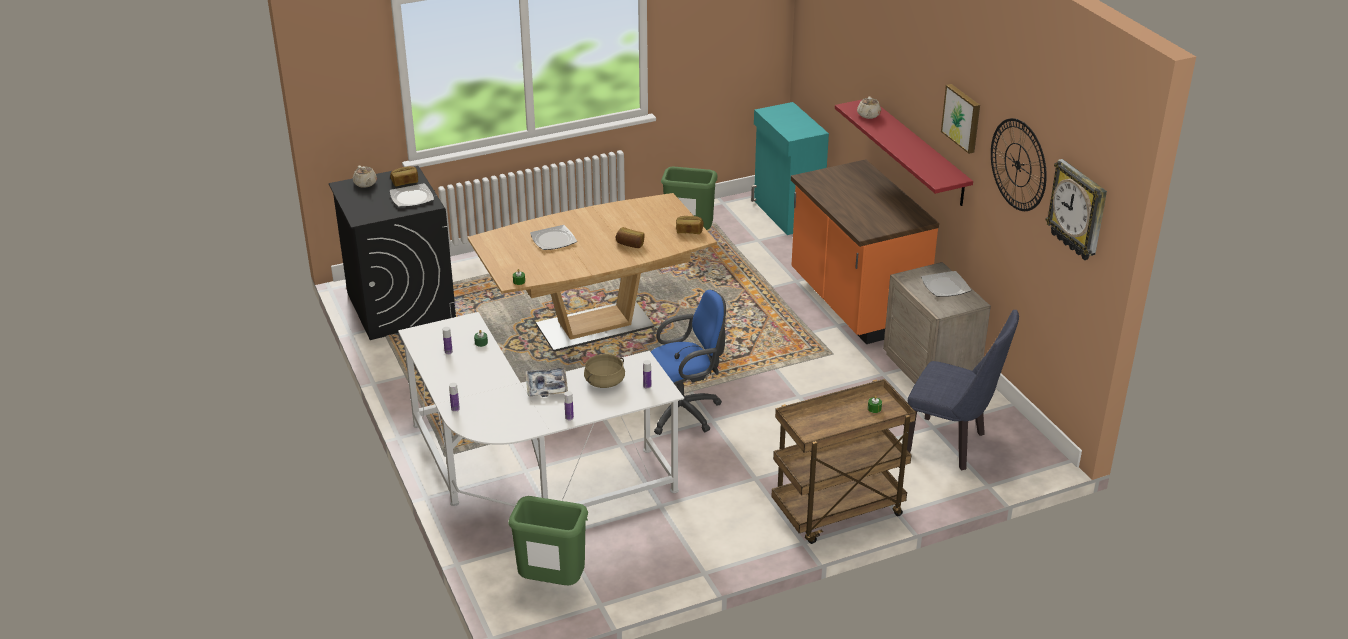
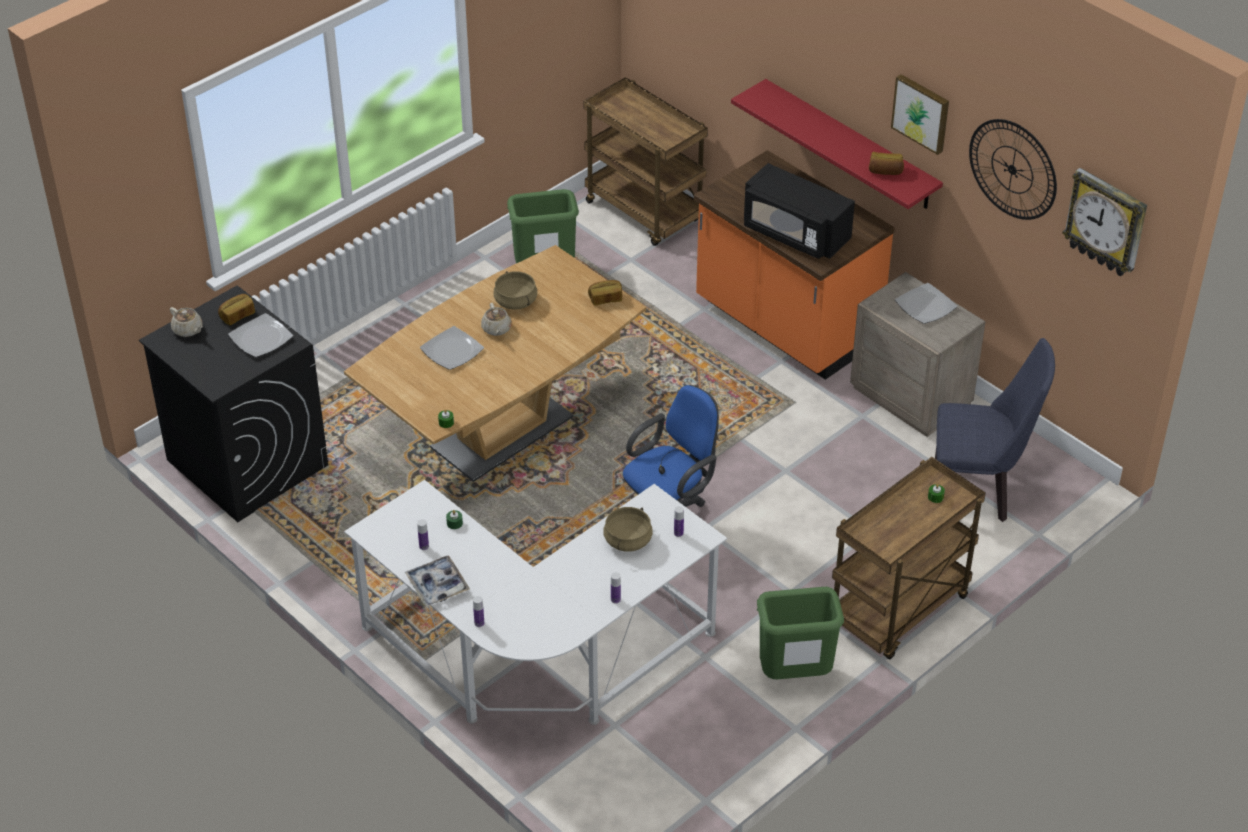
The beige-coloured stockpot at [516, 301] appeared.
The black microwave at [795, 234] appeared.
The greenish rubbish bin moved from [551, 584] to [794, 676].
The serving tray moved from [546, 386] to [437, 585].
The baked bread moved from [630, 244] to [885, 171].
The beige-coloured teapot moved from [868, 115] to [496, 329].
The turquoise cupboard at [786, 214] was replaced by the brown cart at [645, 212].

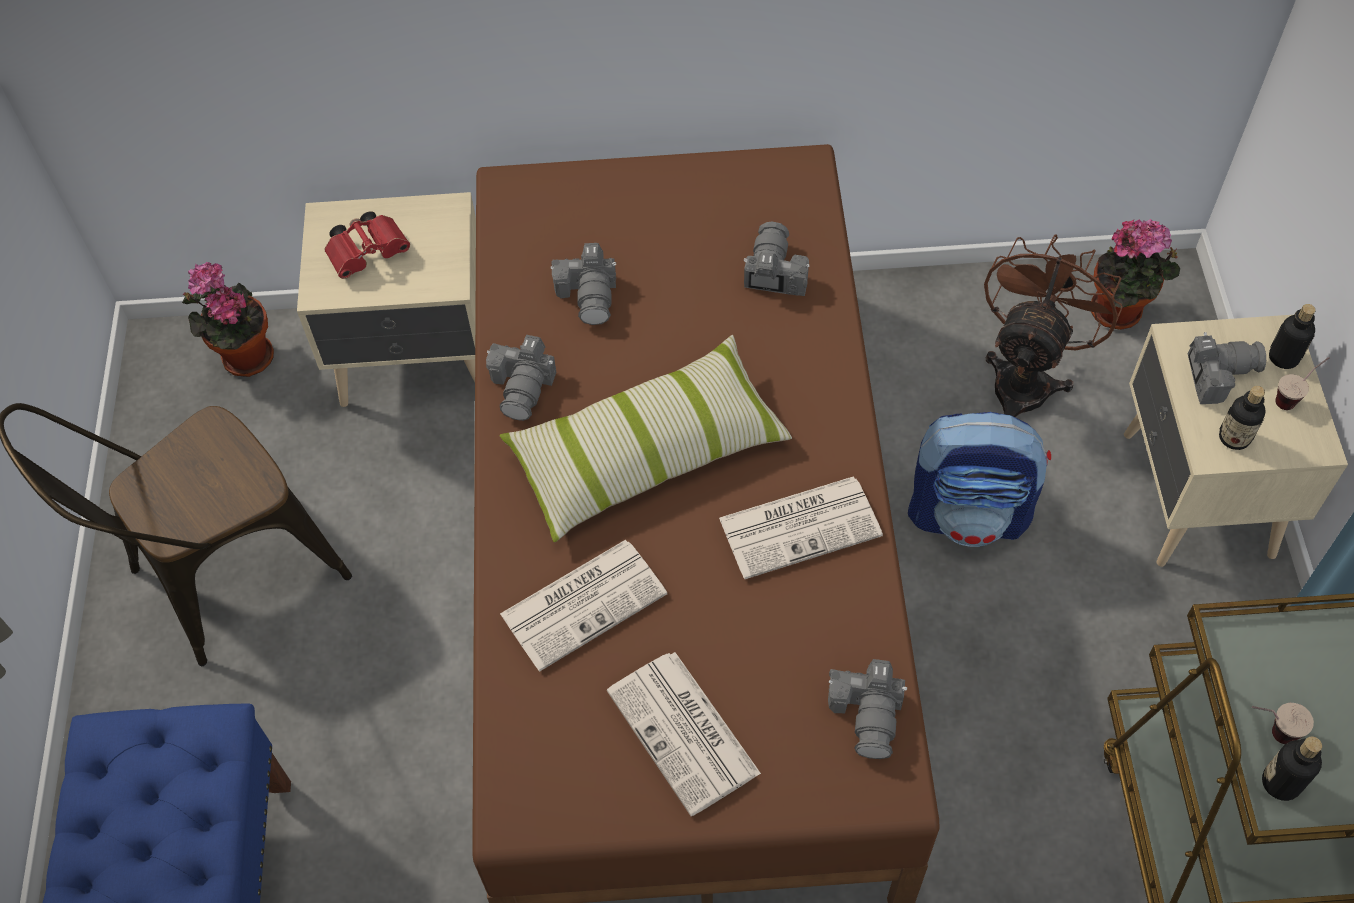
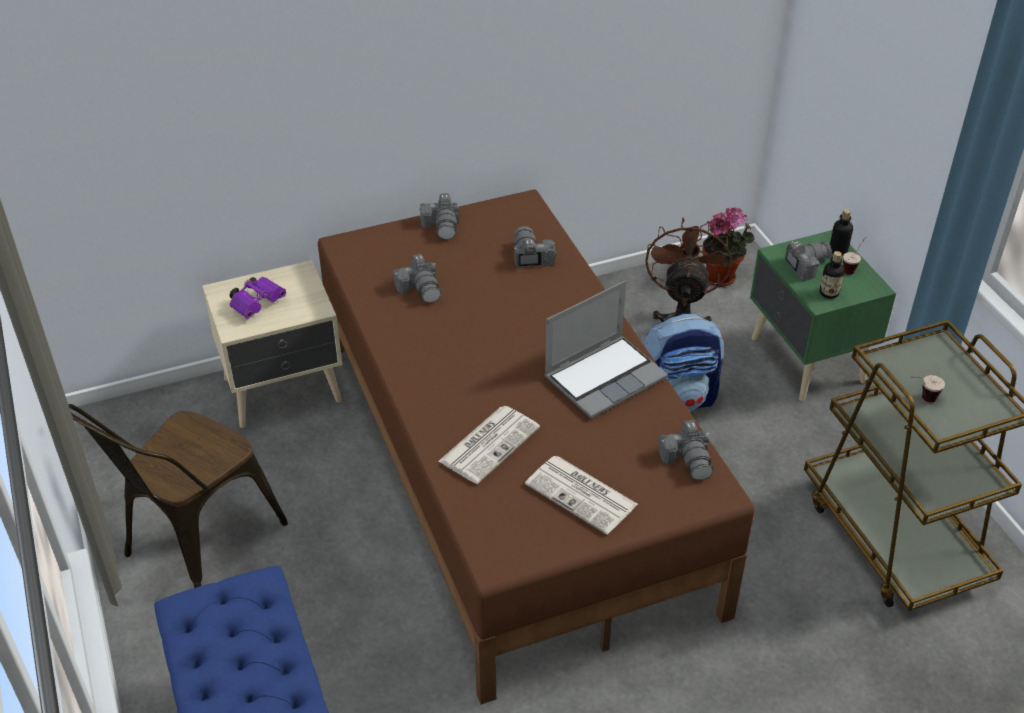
The potted plant at [243, 355] disappeared.
The throw pillow at [647, 453] disappeared.
The bottle at [1281, 782] disappeared.
The photo camera moved from [523, 386] to [442, 226].
The daily paper at [801, 526] was replaced by the notebook computer at [605, 377].
The red-coloured pair of binoculars at [370, 253] became the purple-coloured pair of binoculars at [258, 303].
The beige-coloured nightstand at [1194, 497] became the greenish nightstand at [806, 362].

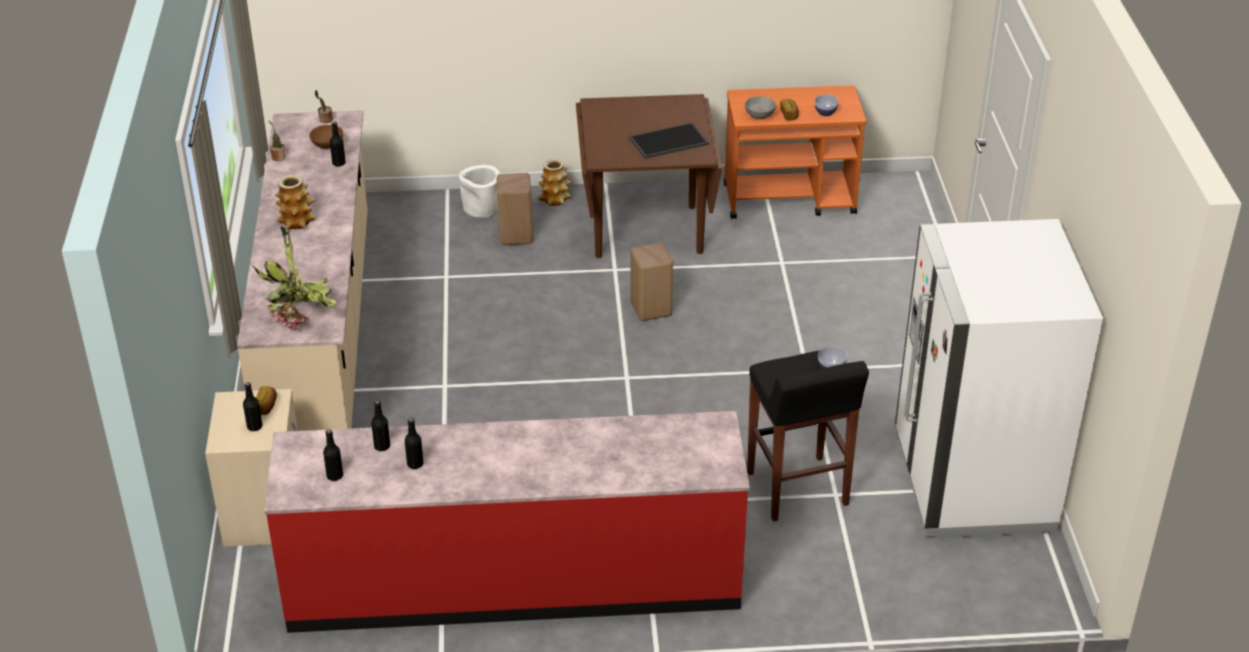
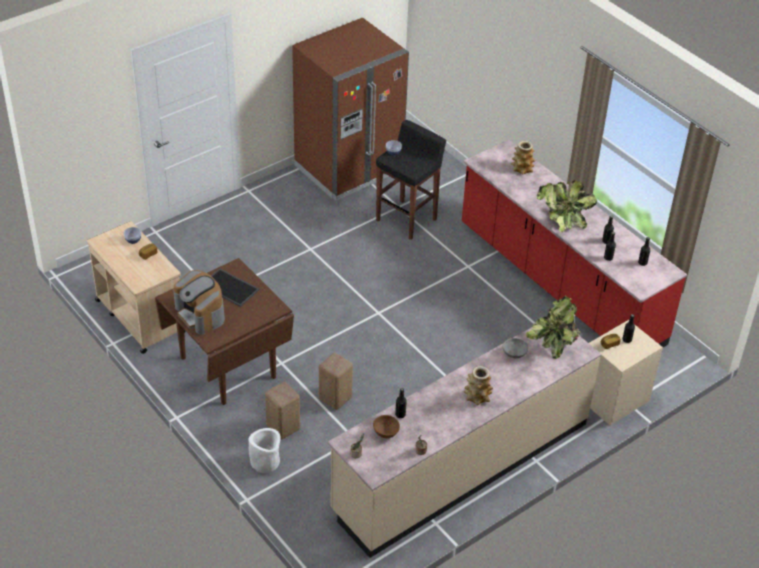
The coffee brewer at [201, 314] appeared.
The potted plant at [561, 221] appeared.
The vase moved from [555, 199] to [522, 169].
The beige-coloured stool seat moved from [650, 310] to [336, 398].
The grey serving bowl moved from [759, 116] to [514, 355].
The orange-coloured cart at [790, 199] became the beige-coloured cart at [139, 316].
The whitish fridge at [972, 482] became the brown fridge at [348, 169].

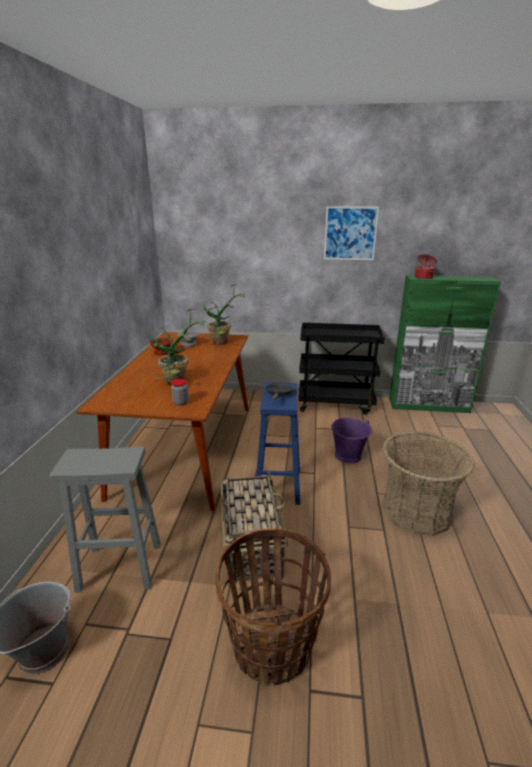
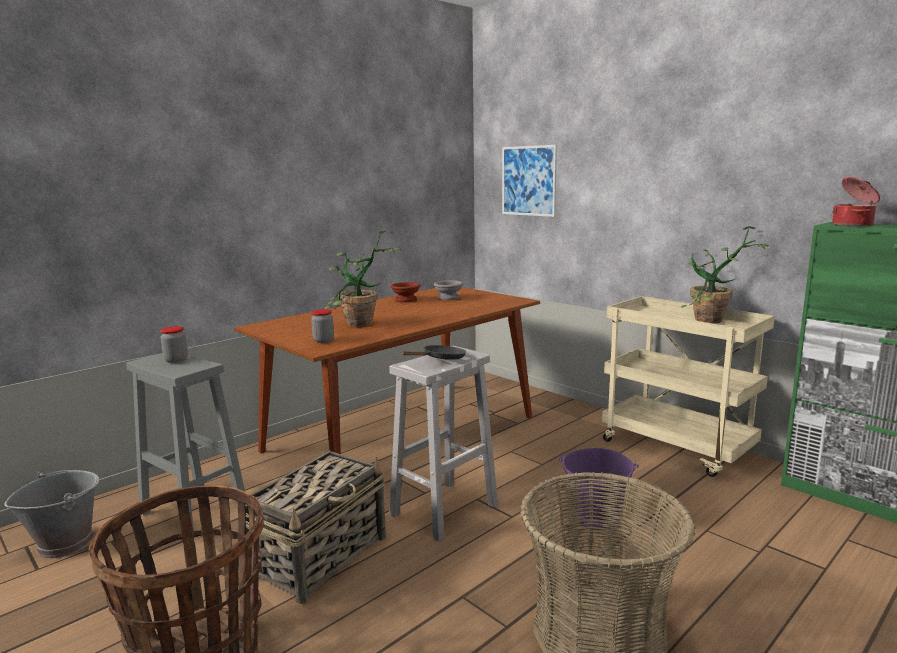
The jar at [176, 360] appeared.
The potted plant moved from [222, 343] to [713, 322].
The picture moved from [350, 233] to [528, 181].
The blue-coloured stool seat at [278, 486] became the whitish stool seat at [443, 510].
The black cart at [336, 404] became the beige-coloured cart at [678, 448].

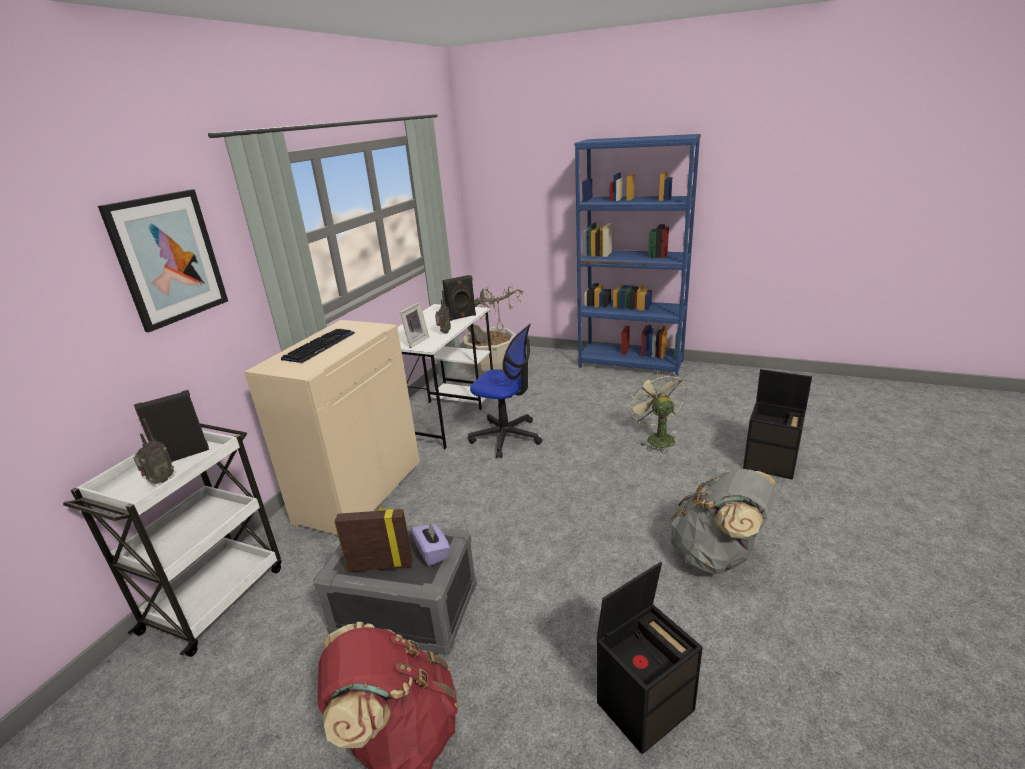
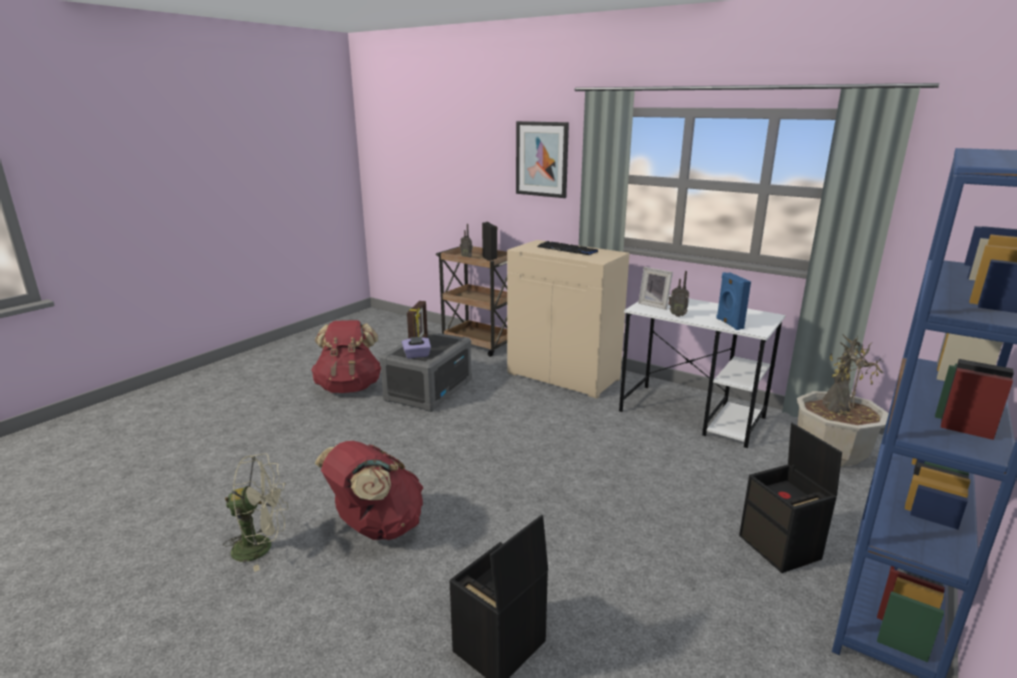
The office chair at [506, 437] disappeared.
The black storage container moved from [645, 704] to [781, 548].
The beige-coloured fan moved from [656, 438] to [261, 547].
The whitish cart at [216, 597] became the brown cart at [479, 344].
The black audio speaker at [462, 317] became the blue-coloured audio speaker at [728, 323].
The grey backpack at [717, 555] became the red-coloured backpack at [376, 527].

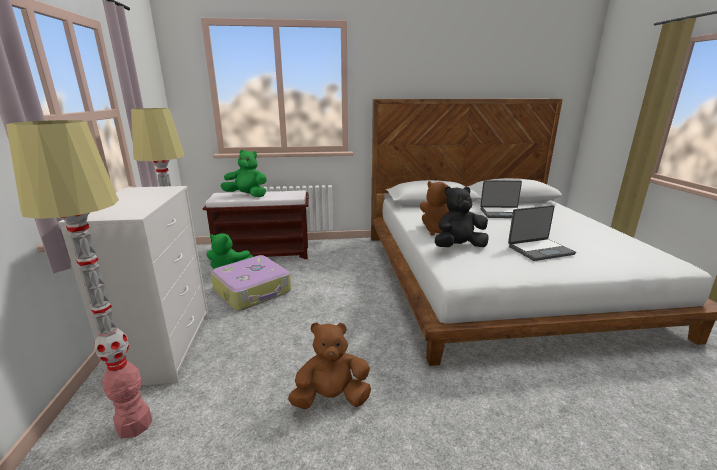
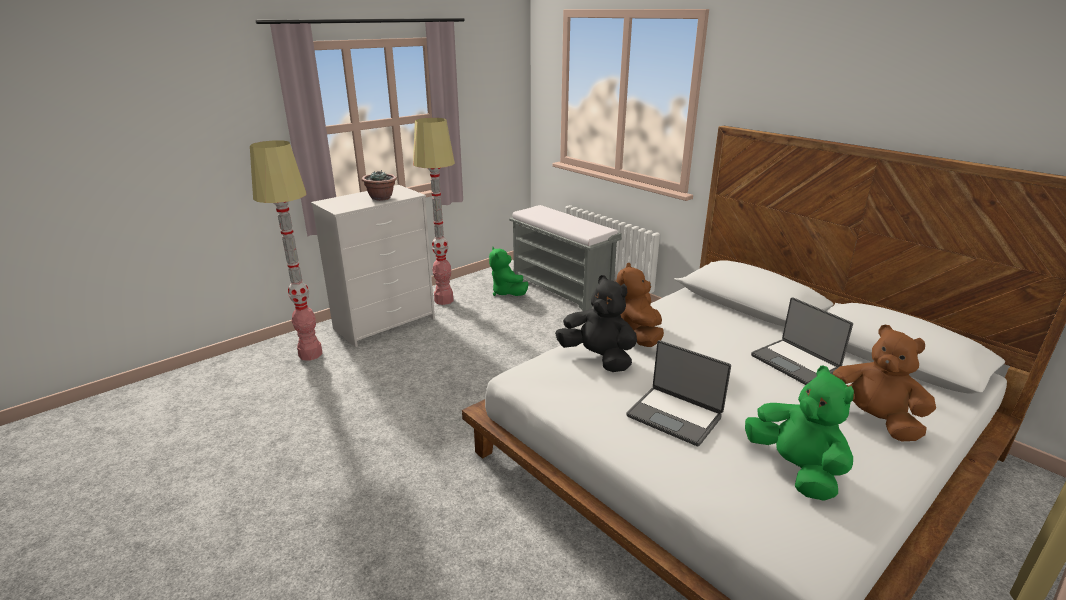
The piece of luggage at [253, 291] disappeared.
The potted plant at [381, 198] appeared.
The greenish soft toy moved from [247, 195] to [795, 469].
The brown soft toy moved from [332, 398] to [871, 420].
The brown indoor bench at [264, 254] became the grey indoor bench at [562, 289].

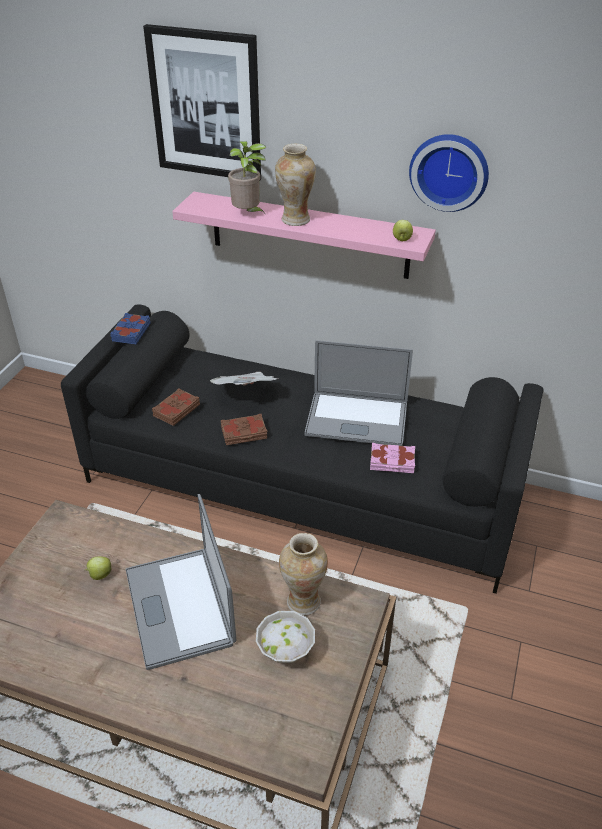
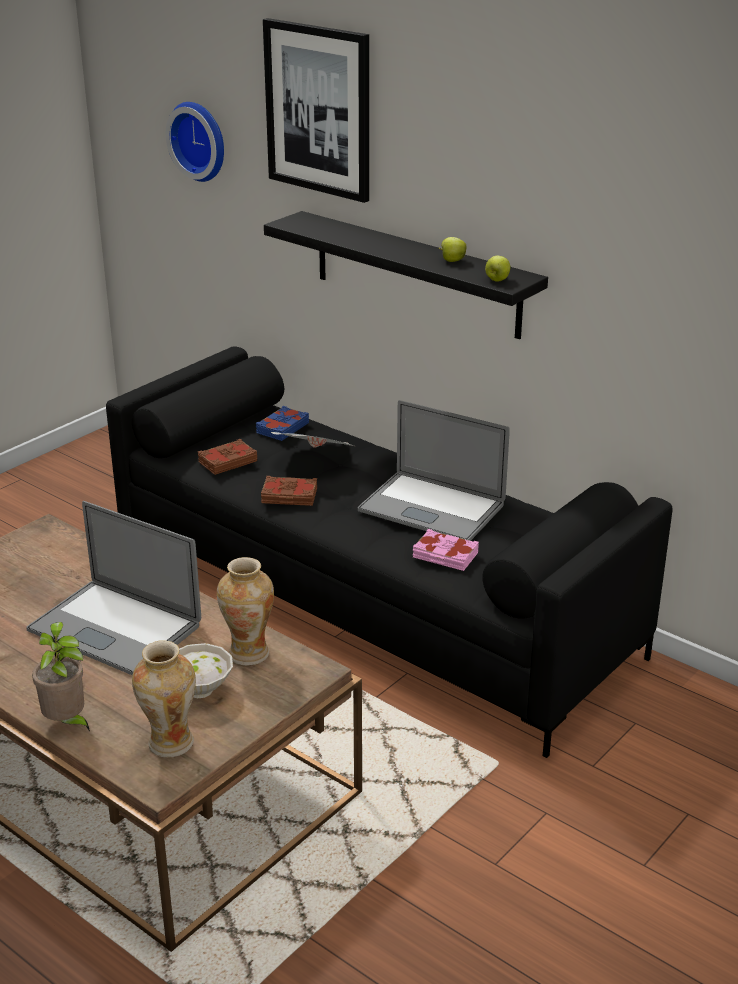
The apple fruit moved from [100, 575] to [452, 261].
The blue-coloured bound book moved from [130, 332] to [282, 428].
The potted plant moved from [248, 214] to [67, 723].
The vase moved from [295, 220] to [169, 744].
The clock on the wall moved from [449, 171] to [200, 140].
The pinkish wall shelf at [309, 235] became the black wall shelf at [416, 274].
The notebook computer at [179, 606] turned 60 degrees counterclockwise.

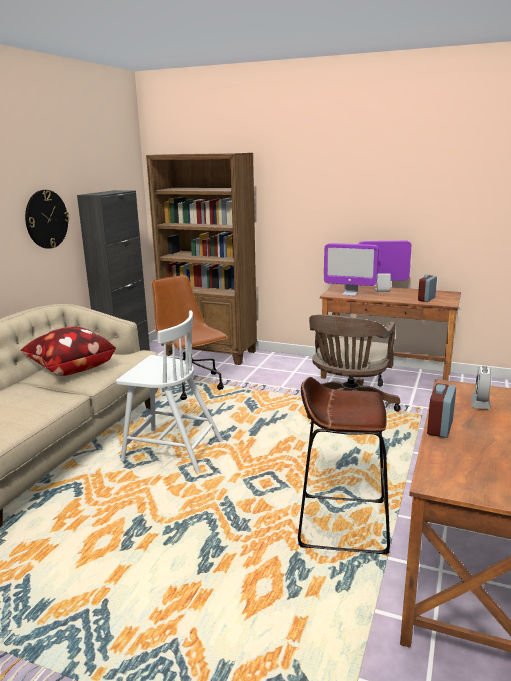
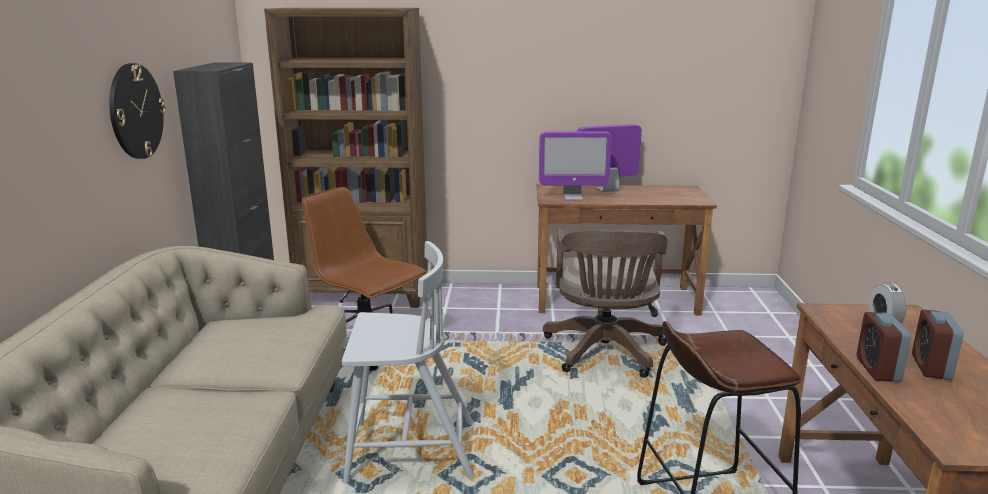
The throw pillow at [70, 369] disappeared.
The table clock moved from [426, 299] to [931, 367].

